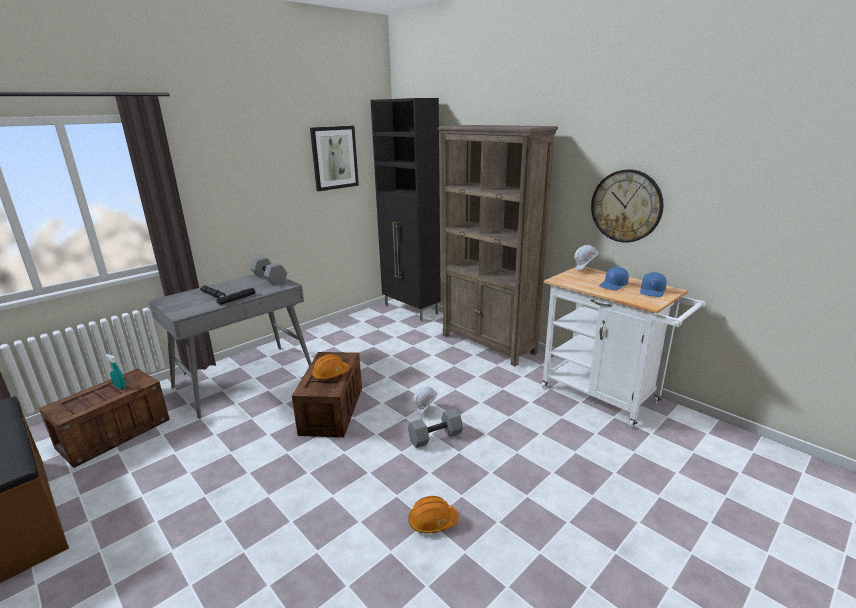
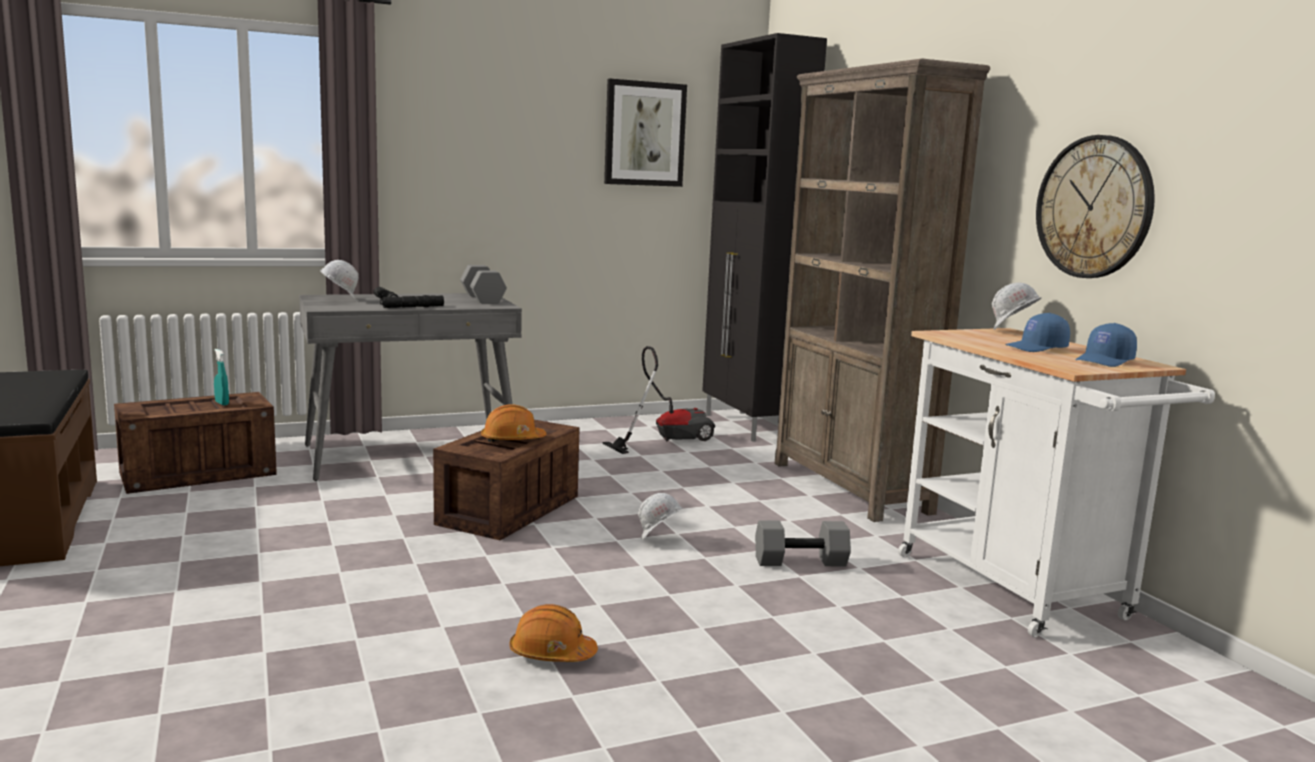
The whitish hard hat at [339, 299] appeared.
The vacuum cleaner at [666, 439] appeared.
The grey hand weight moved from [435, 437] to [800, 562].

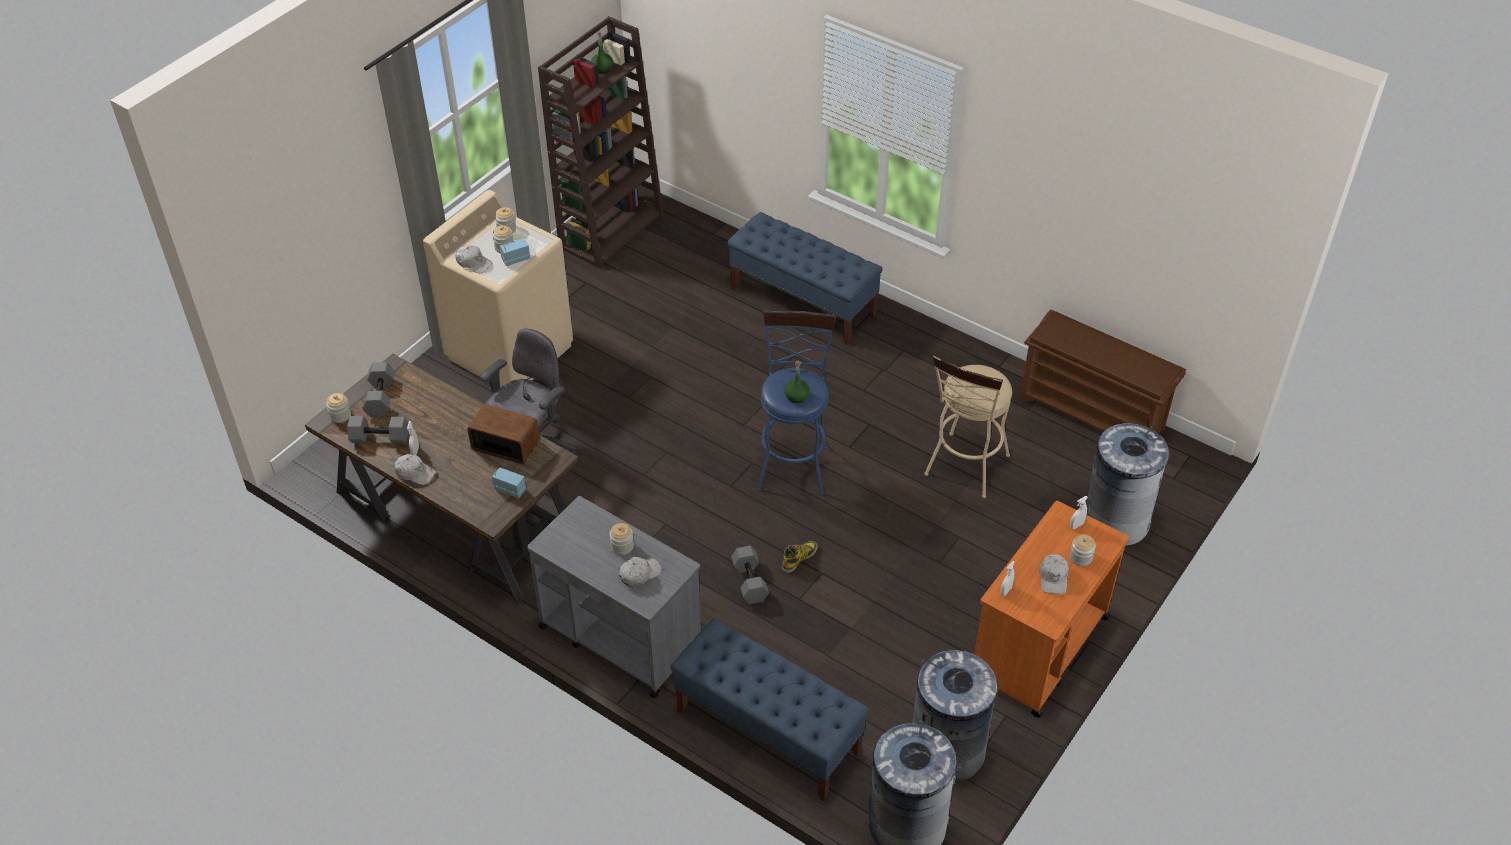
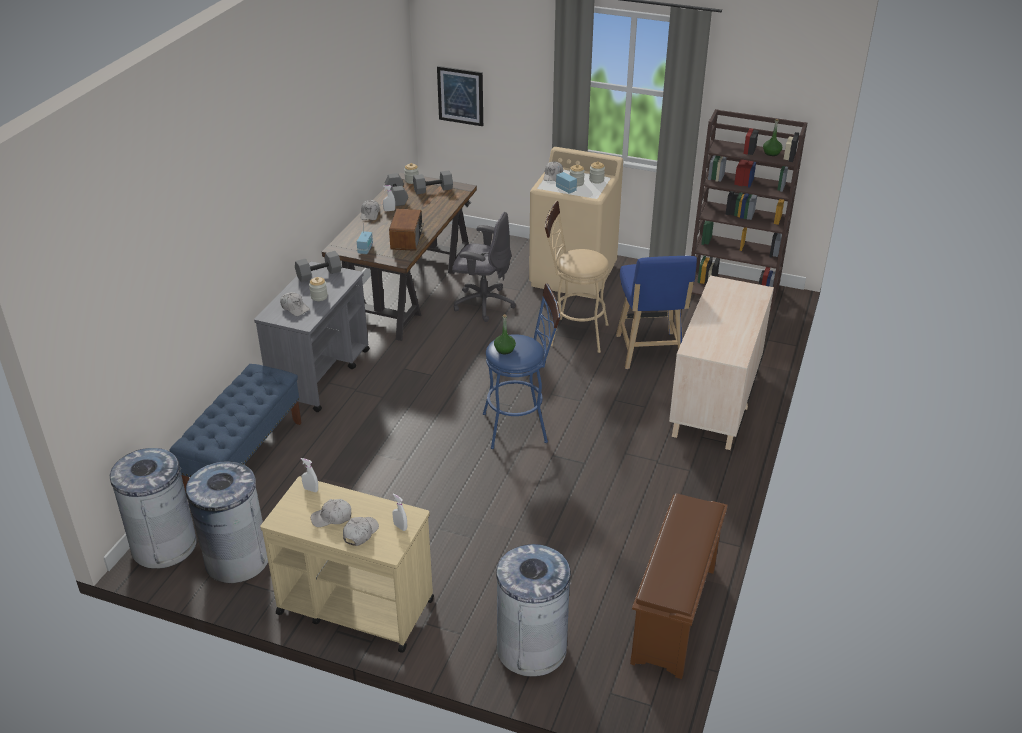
The tall boot at [799, 558] disappeared.
The picture at [460, 95] appeared.
The blue-coloured stool seat at [650, 353] appeared.
The grey hand weight moved from [748, 581] to [319, 274].
The beige-coloured stool seat moved from [964, 470] to [573, 334].
The blue-coloured indoor bench at [803, 302] was replaced by the beige-coloured chest of drawers at [715, 401].
The jar at [1080, 558] was replaced by the whitish peaked cap at [360, 533].
The orange-coloured cart at [1038, 649] became the beige-coloured cart at [354, 606].

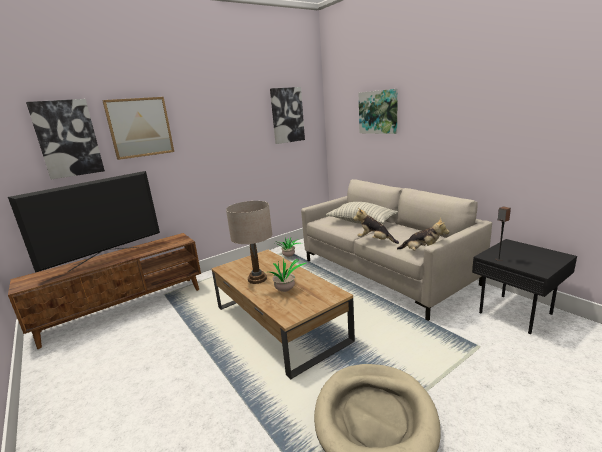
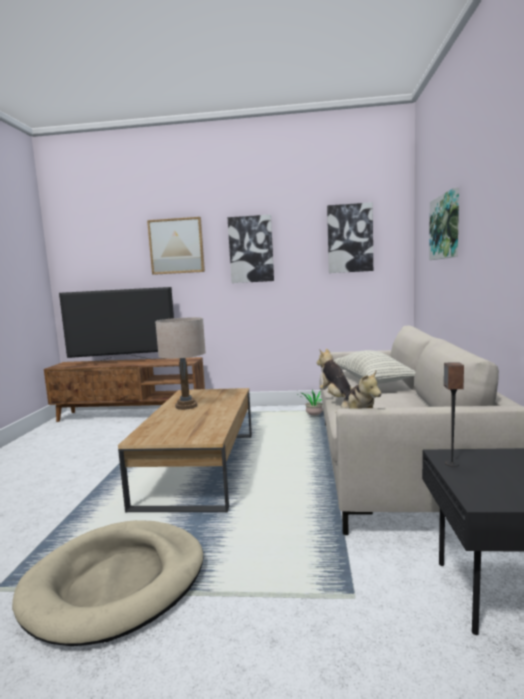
The potted plant at [286, 291] disappeared.
The picture moved from [67, 138] to [251, 249].

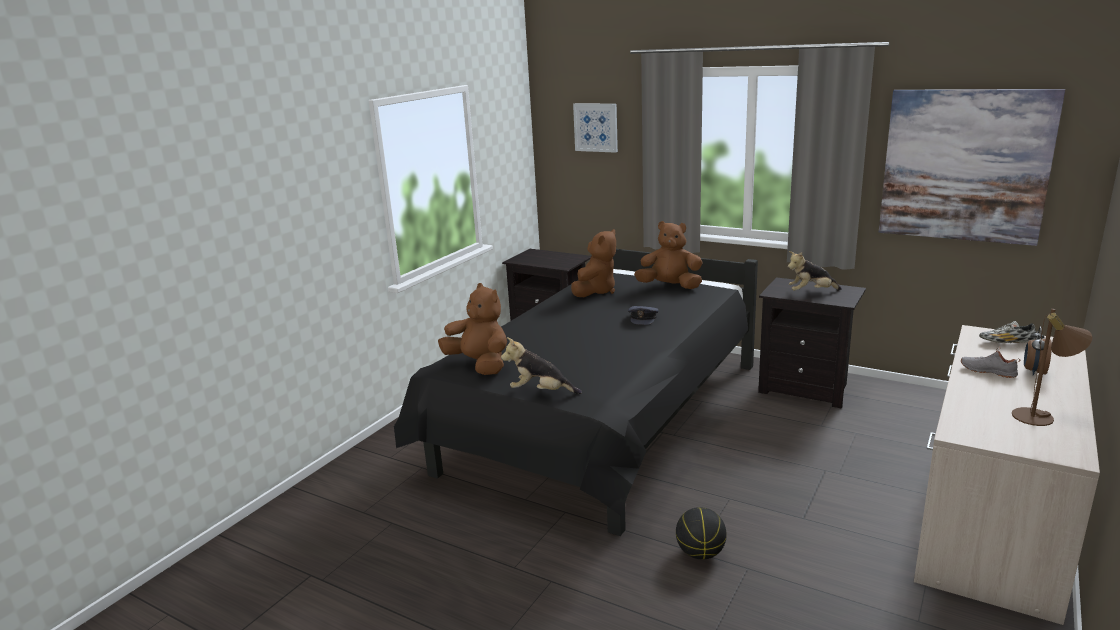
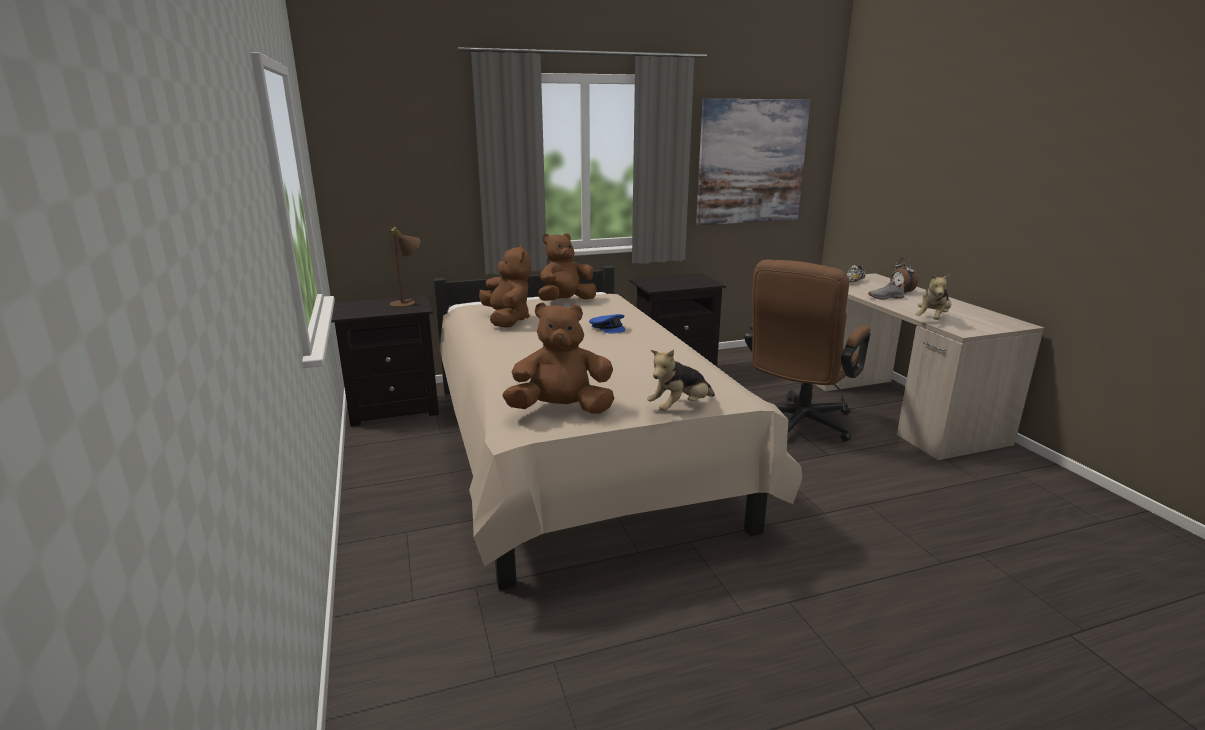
The picture at [596, 127] disappeared.
The basketball ball at [700, 553] disappeared.
The brown office chair at [797, 425] appeared.
The soft toy moved from [811, 292] to [932, 319].
The brown tabletop lamp moved from [1041, 417] to [407, 303].
The black bed at [602, 421] became the beige-coloured bed at [576, 455].
The grey peaked cap at [643, 318] became the blue-coloured peaked cap at [608, 328].

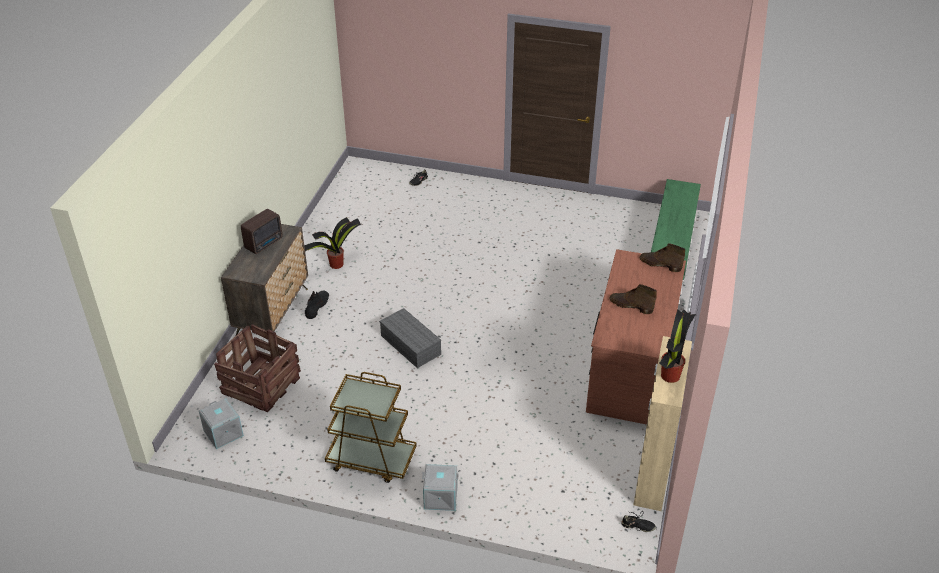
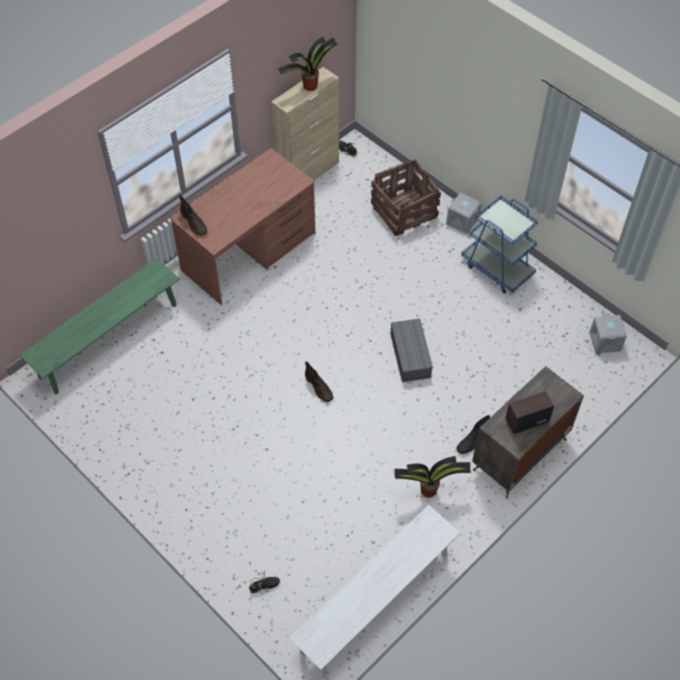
The whitish indoor bench at [375, 602] appeared.
The crate moved from [262, 384] to [403, 212].
The brown tall boot moved from [630, 305] to [319, 388].
The brown cart at [371, 459] became the blue-coloured cart at [497, 268].

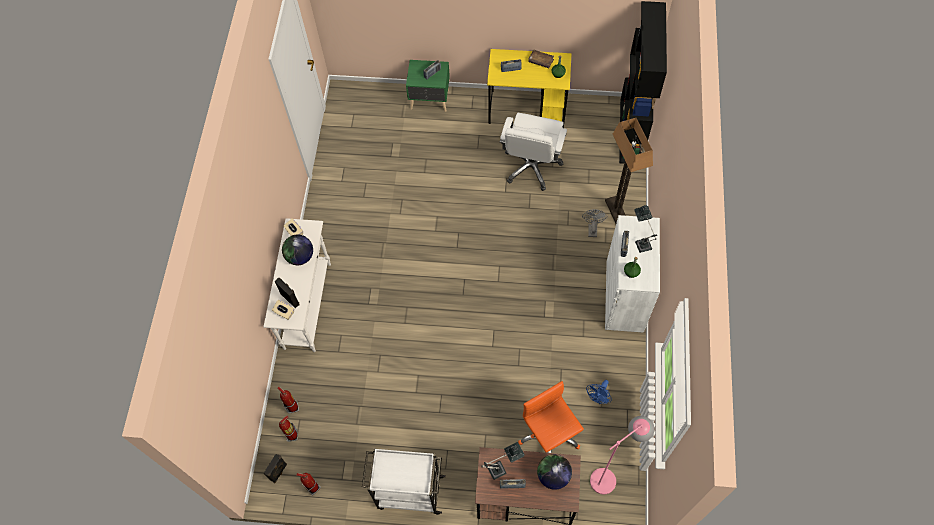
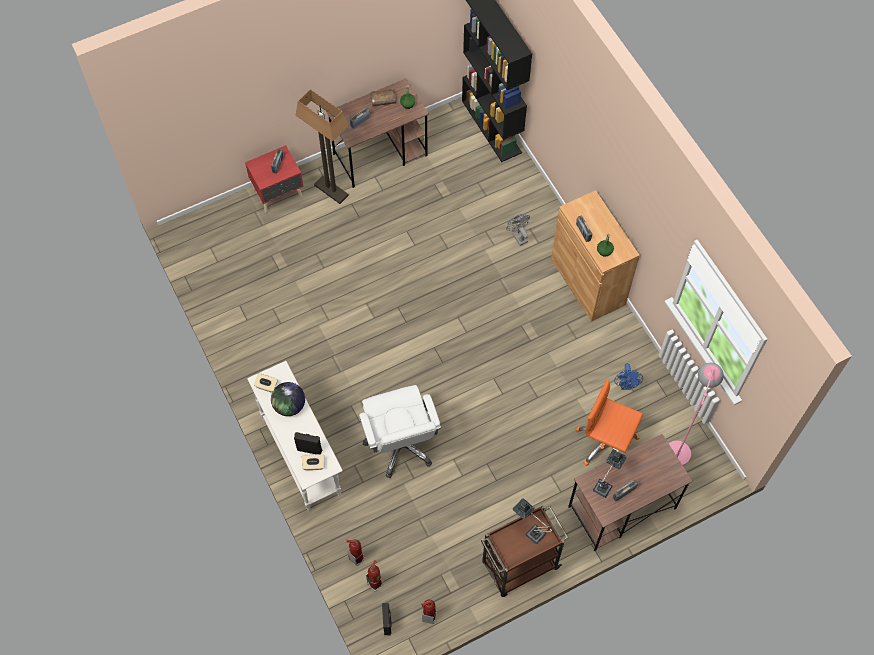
The globe at [553, 475] disappeared.
The whitish office chair moved from [531, 166] to [401, 445].
The floor lamp moved from [617, 212] to [331, 190].
The tabletop lamp moved from [642, 242] to [532, 531].
The whitish cart at [409, 492] became the brown cart at [519, 566].
The greenish nightstand at [430, 100] became the red-coloured nightstand at [279, 194].
The yellowish desk at [527, 109] became the brown desk at [381, 154].
The whitish cupboard at [624, 296] became the brown cupboard at [588, 282].

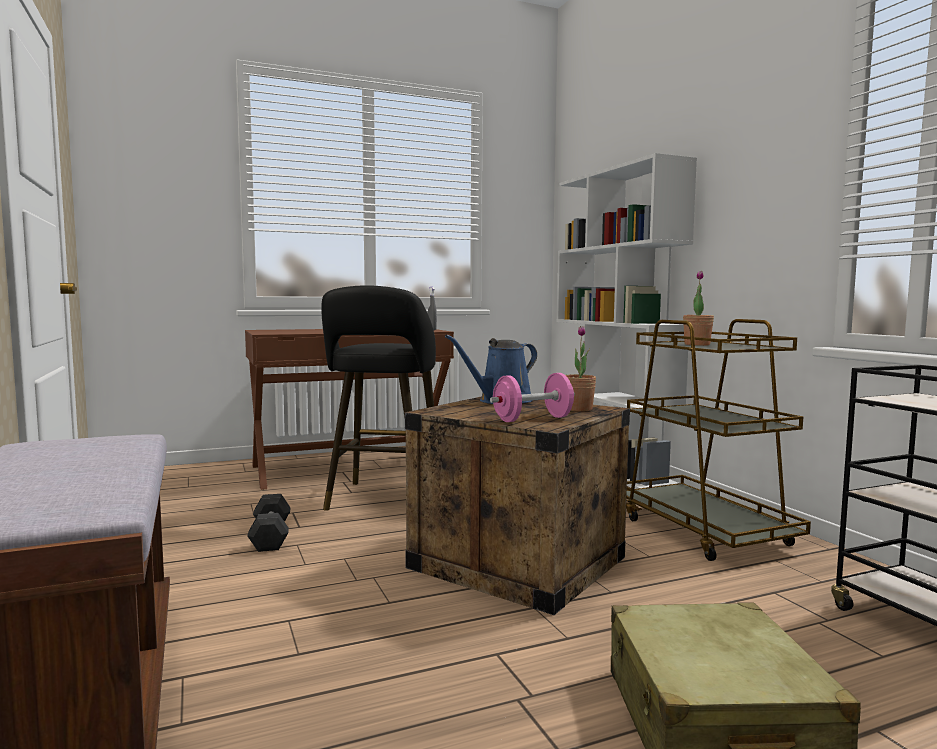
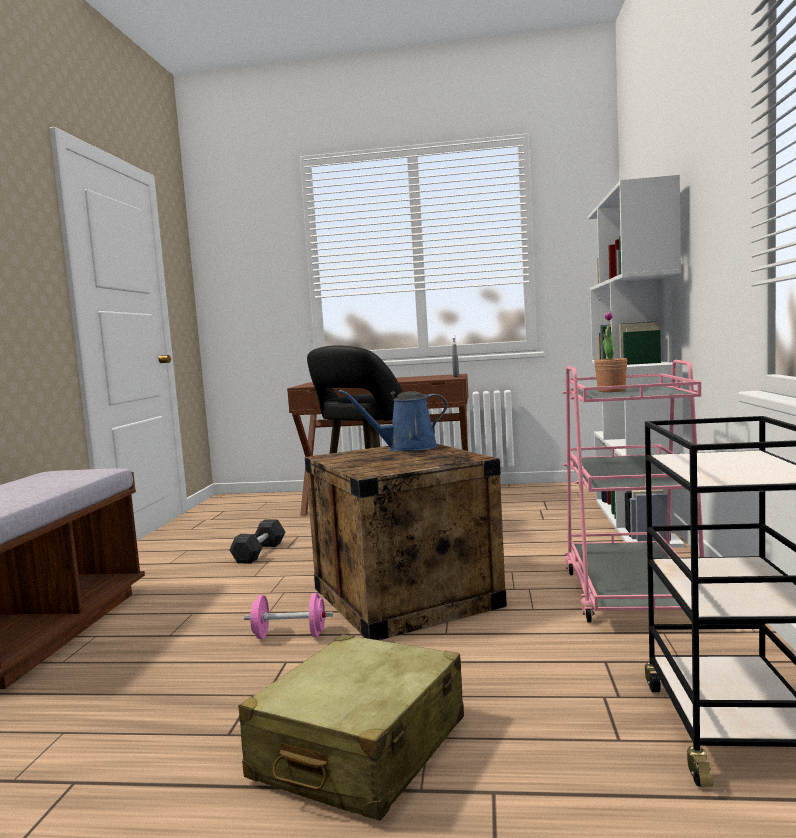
The potted plant at [578, 409] disappeared.
The pinkish hand weight moved from [533, 419] to [290, 636].
The brown cart at [703, 531] became the pinkish cart at [631, 593].

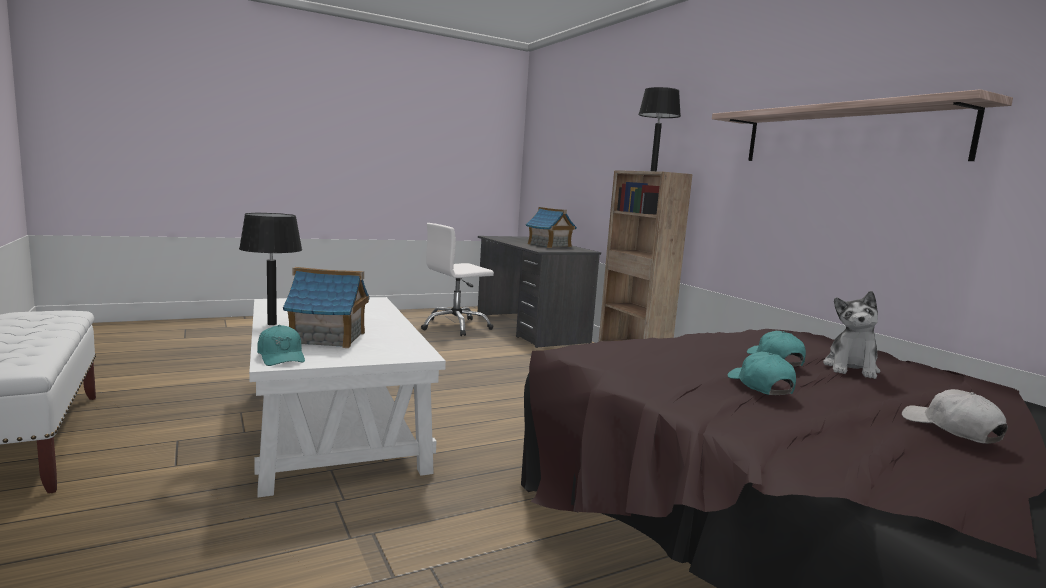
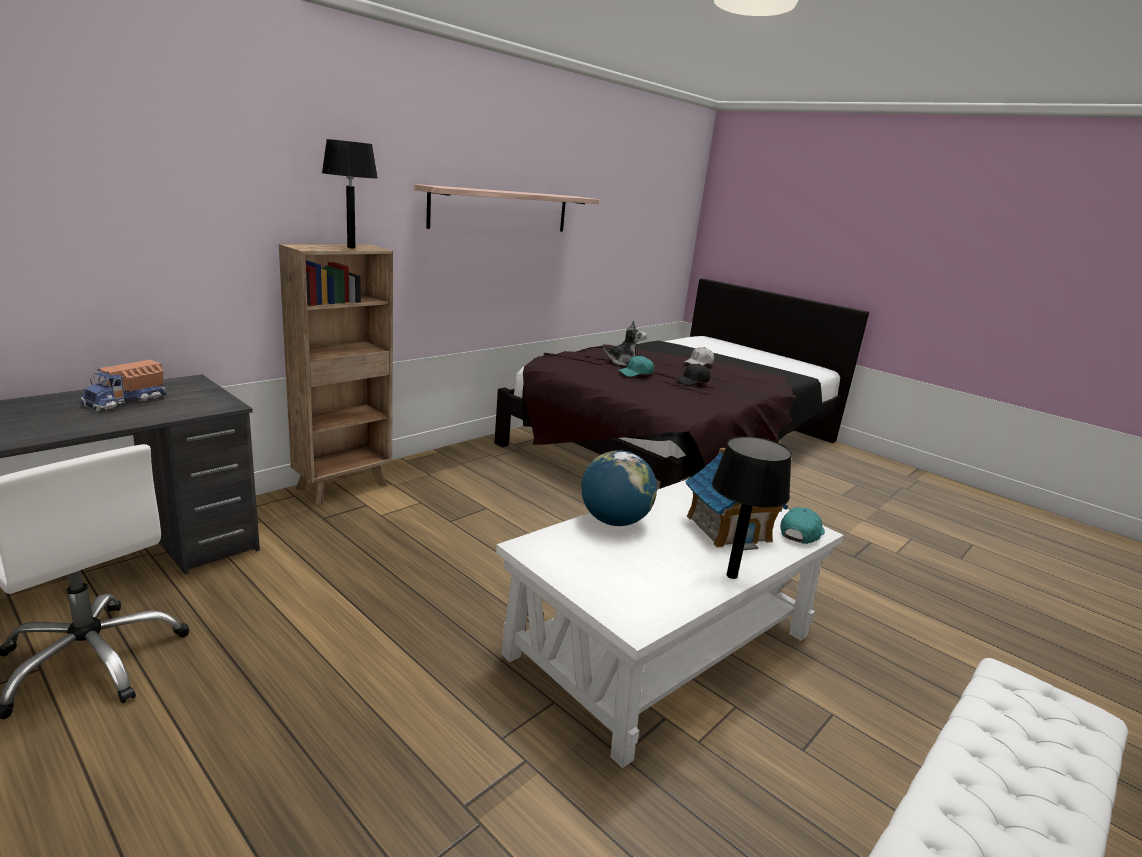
The globe at [614, 521] appeared.
The model house at [549, 245] was replaced by the model truck at [127, 401].
The turquoise peaked cap at [760, 386] became the black peaked cap at [692, 381].

